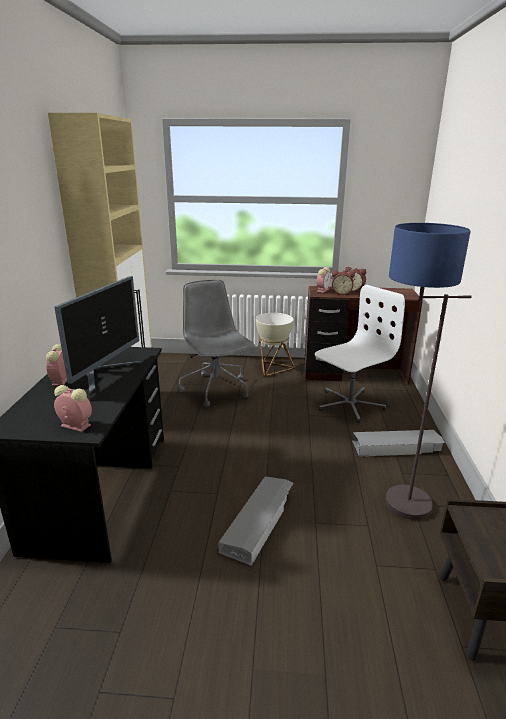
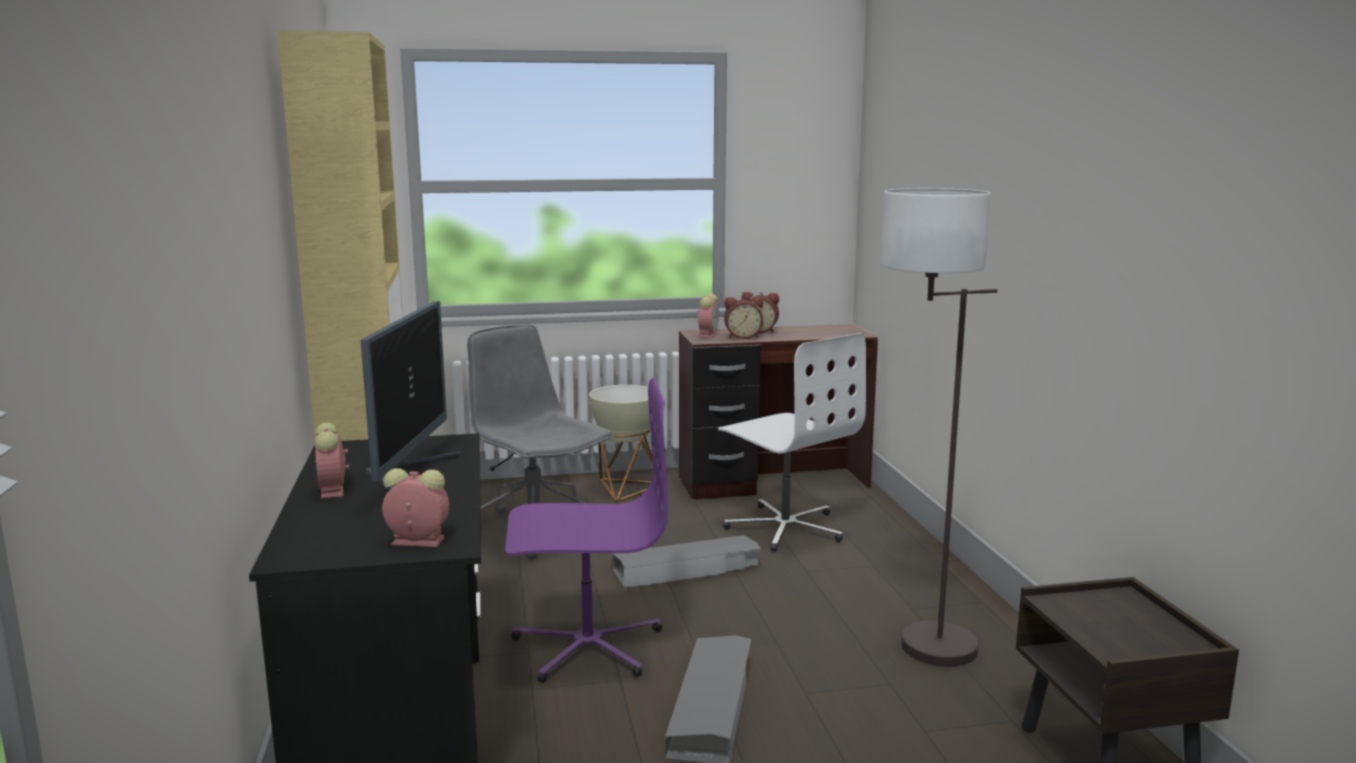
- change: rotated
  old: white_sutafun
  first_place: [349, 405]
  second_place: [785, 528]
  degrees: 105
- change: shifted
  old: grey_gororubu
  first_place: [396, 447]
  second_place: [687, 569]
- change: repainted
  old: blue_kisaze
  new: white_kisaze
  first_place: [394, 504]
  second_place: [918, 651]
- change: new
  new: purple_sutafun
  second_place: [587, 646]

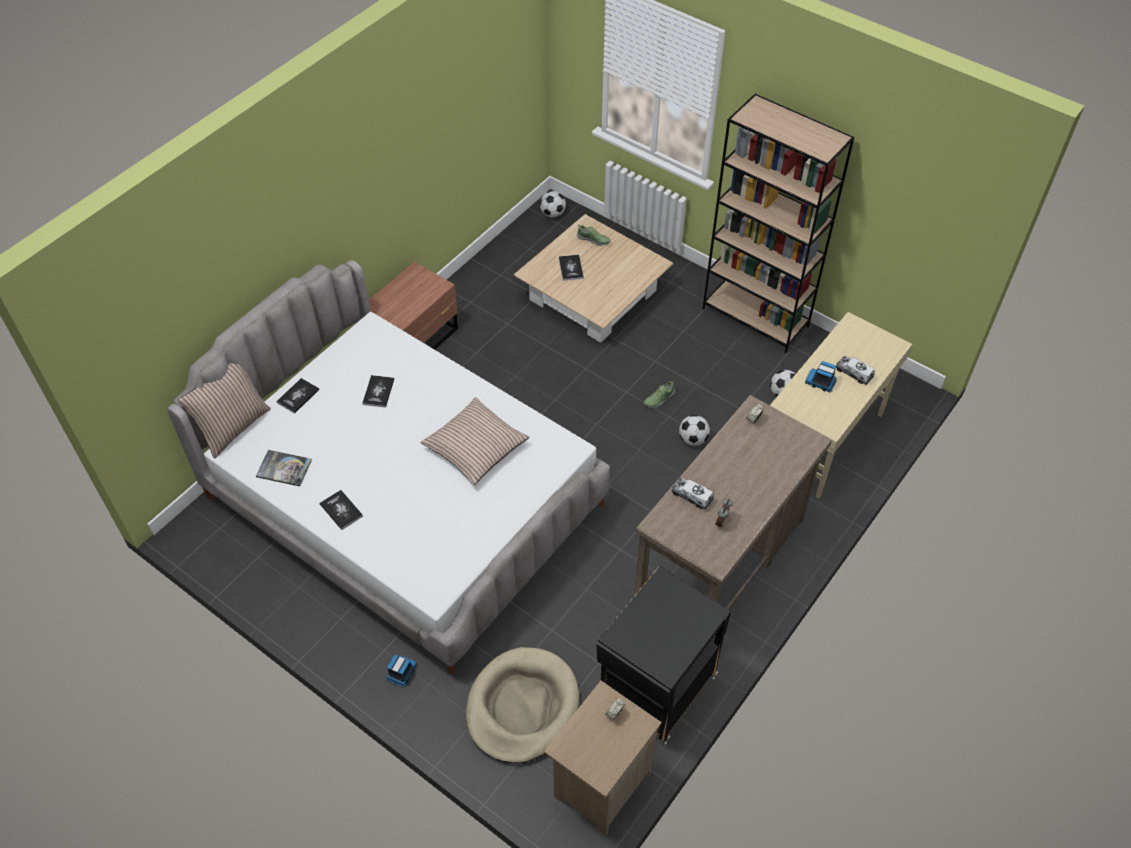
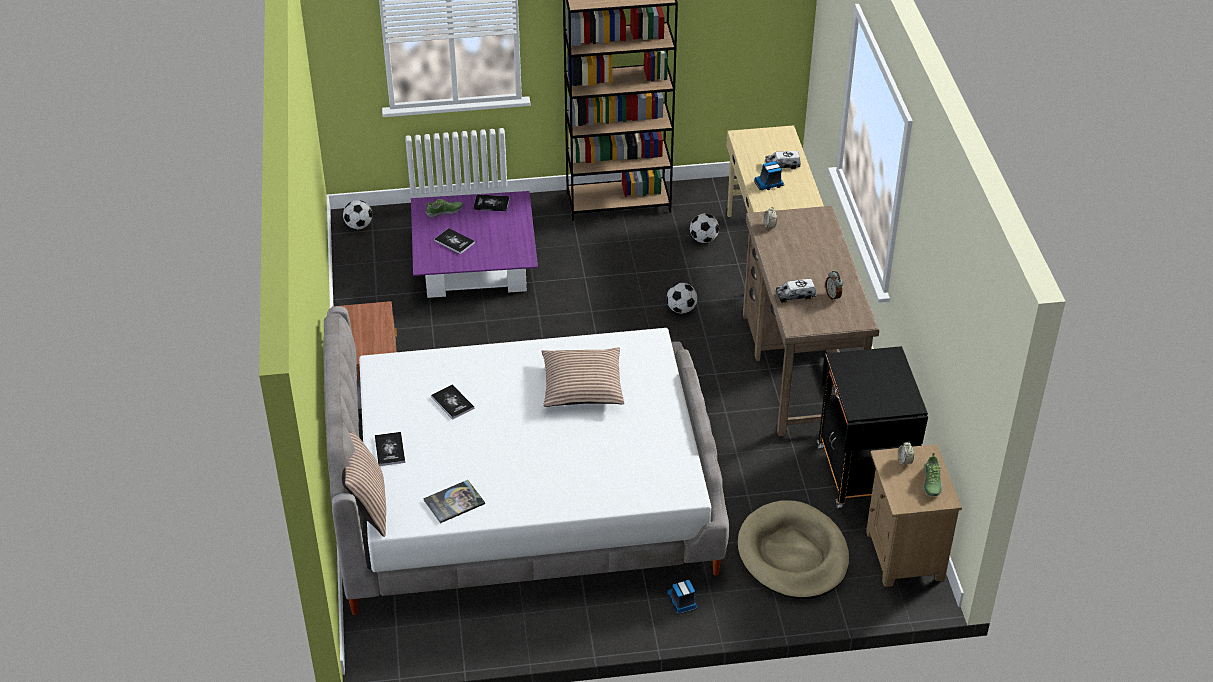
- change: shifted
  old: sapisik
  first_place: [341, 510]
  second_place: [491, 204]
- change: repainted
  old: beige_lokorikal
  new: purple_lokorikal
  first_place: [593, 295]
  second_place: [474, 263]
- change: shifted
  old: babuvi
  first_place: [659, 399]
  second_place: [931, 482]

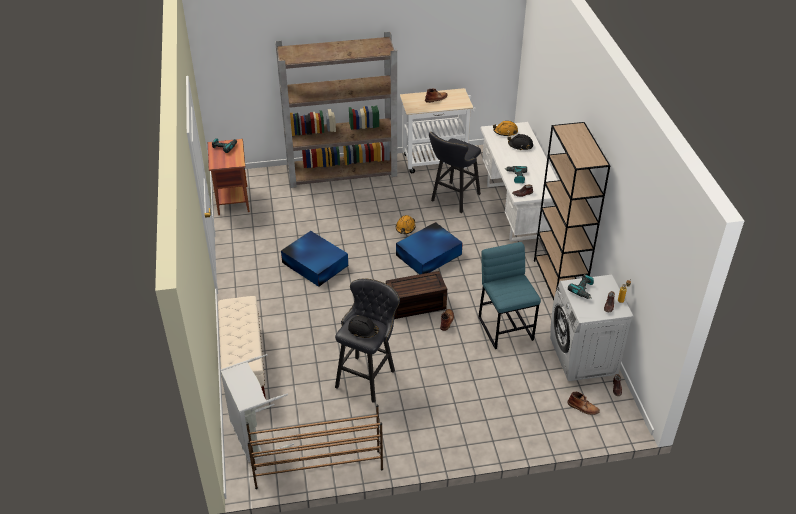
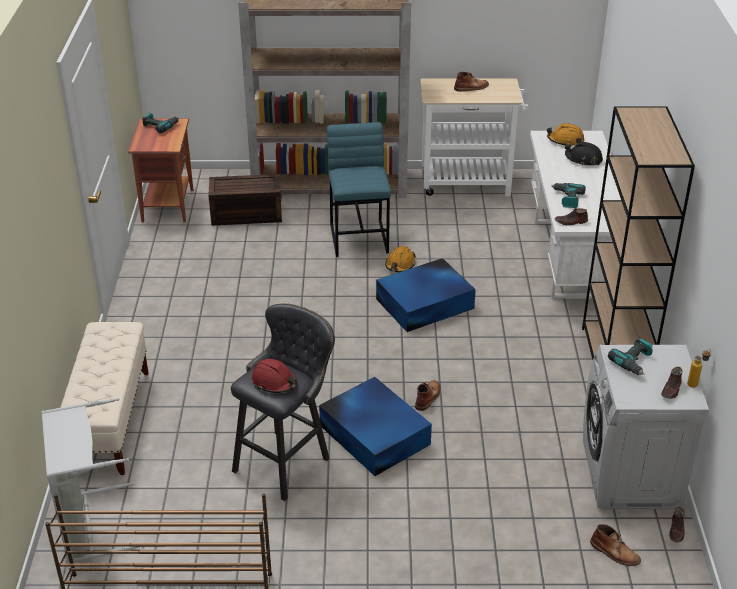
- change: shifted
  old: blue_gororubu
  first_place: [314, 263]
  second_place: [374, 433]
- change: repainted
  old: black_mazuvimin
  new: red_mazuvimin
  first_place: [363, 330]
  second_place: [274, 382]
- change: shifted
  old: brown_gororubu
  first_place: [415, 305]
  second_place: [245, 215]
- change: gone
  old: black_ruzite
  first_place: [452, 200]
- change: shifted
  old: blue_ruzite
  first_place: [505, 327]
  second_place: [358, 237]

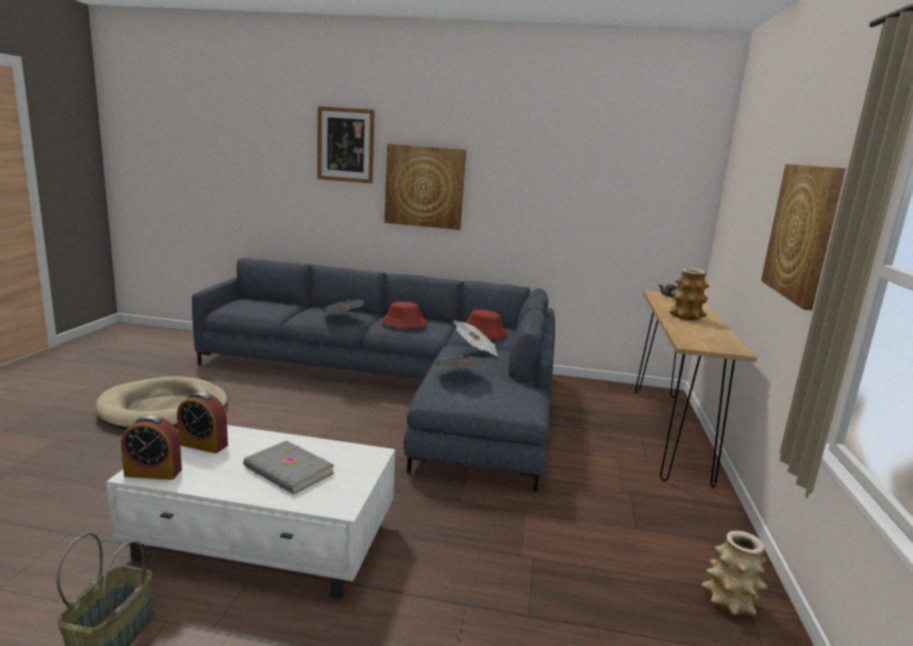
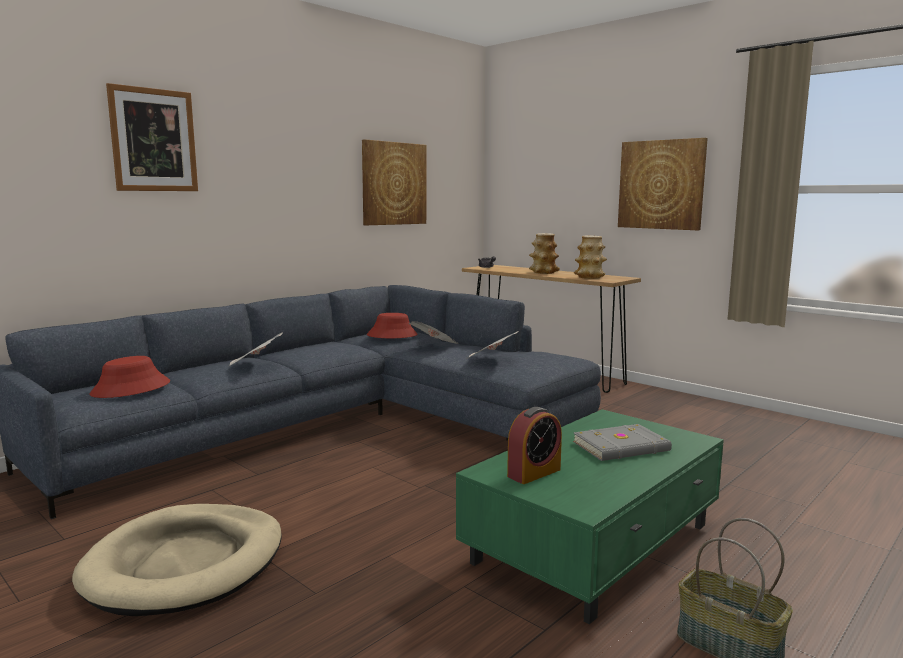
- change: repainted
  old: white_lokorikal
  new: green_lokorikal
  first_place: [265, 540]
  second_place: [596, 543]
- change: gone
  old: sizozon
  first_place: [153, 472]
- change: shifted
  old: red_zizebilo
  first_place: [404, 323]
  second_place: [131, 389]
- change: shifted
  old: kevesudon
  first_place: [424, 186]
  second_place: [394, 183]
- change: shifted
  old: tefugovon
  first_place: [729, 602]
  second_place: [589, 277]

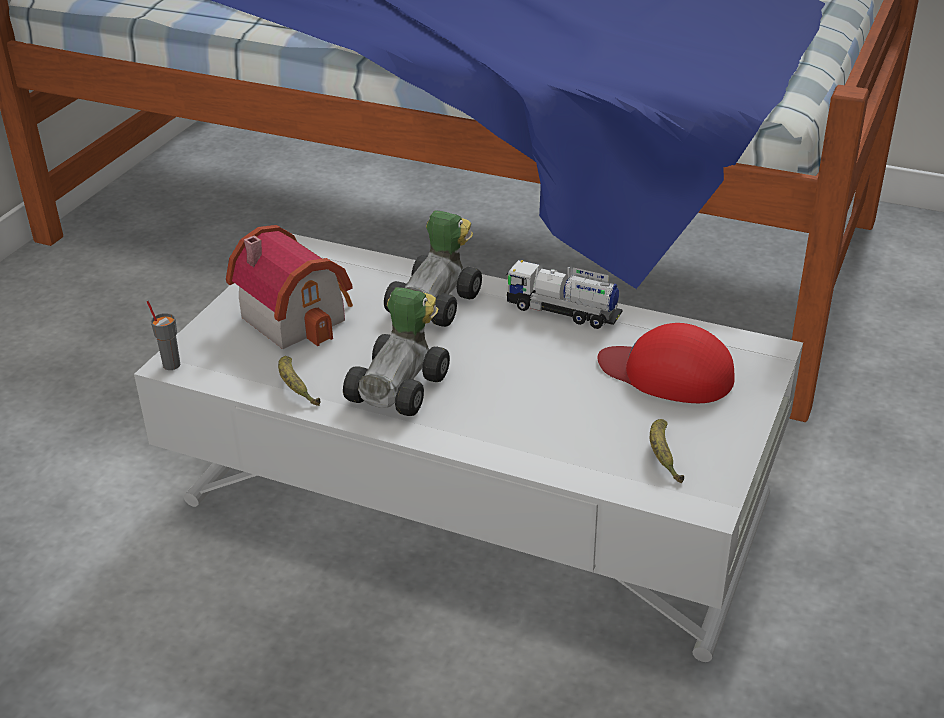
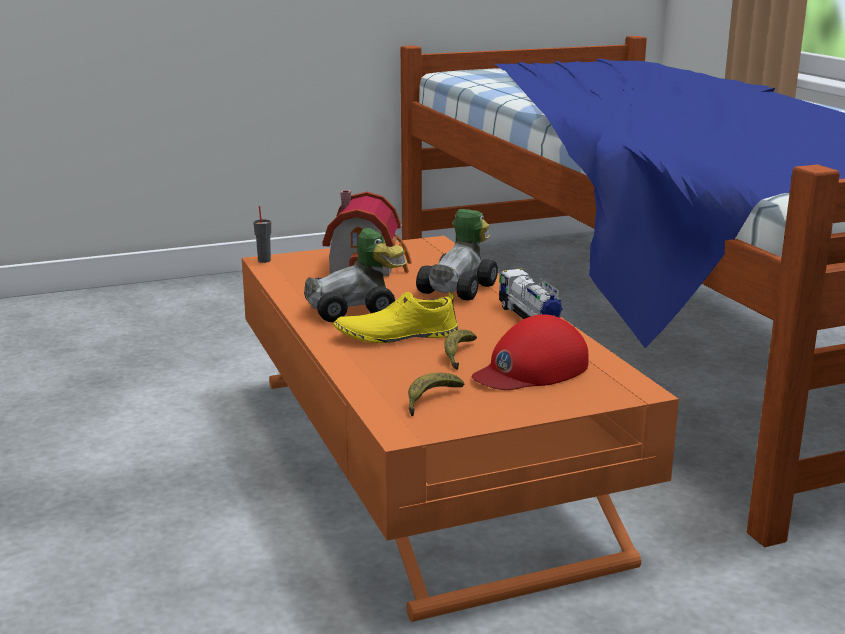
- change: repainted
  old: white_lokorikal
  new: orange_lokorikal
  first_place: [478, 503]
  second_place: [423, 464]
- change: shifted
  old: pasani
  first_place: [296, 388]
  second_place: [458, 355]
- change: rotated
  old: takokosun
  first_place: [439, 301]
  second_place: [461, 288]
  degrees: -45
- change: rotated
  old: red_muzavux
  first_place: [667, 373]
  second_place: [531, 370]
  degrees: -105
- change: new
  new: yellow_babuvi
  second_place: [396, 335]

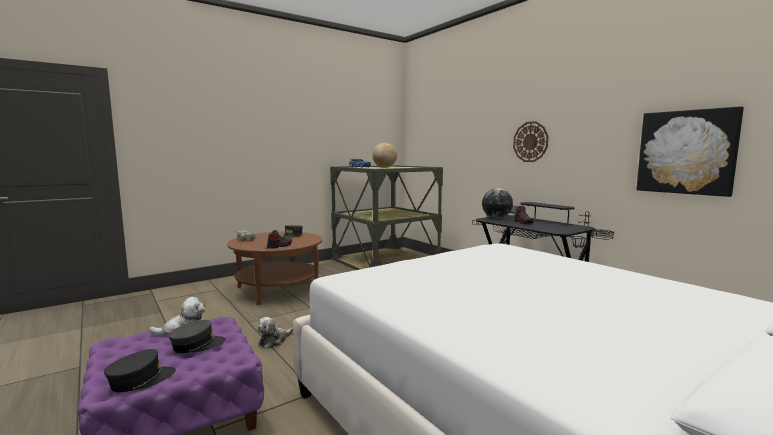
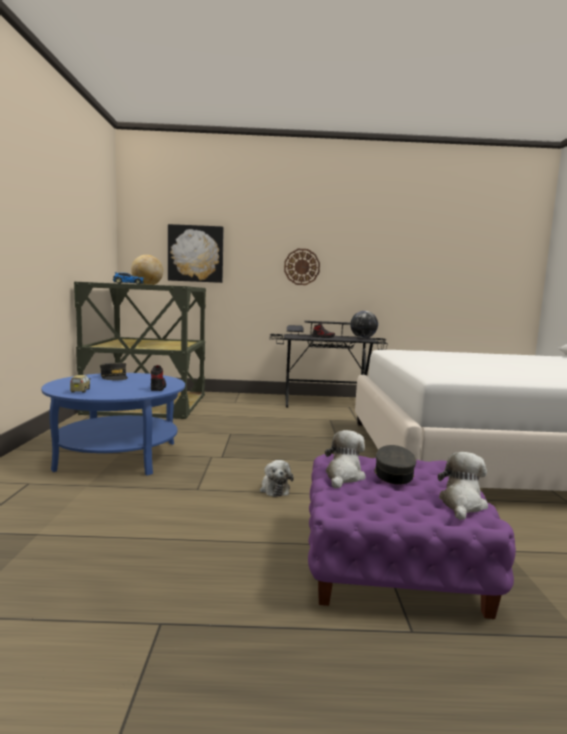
- change: swapped
  old: black_muzavux
  new: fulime
  first_place: [141, 380]
  second_place: [461, 504]
- change: repainted
  old: brown_lokorikal
  new: blue_lokorikal
  first_place: [278, 289]
  second_place: [117, 456]
- change: shifted
  old: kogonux
  first_place: [496, 218]
  second_place: [363, 338]
- change: shifted
  old: kevesudon
  first_place: [686, 152]
  second_place: [195, 254]

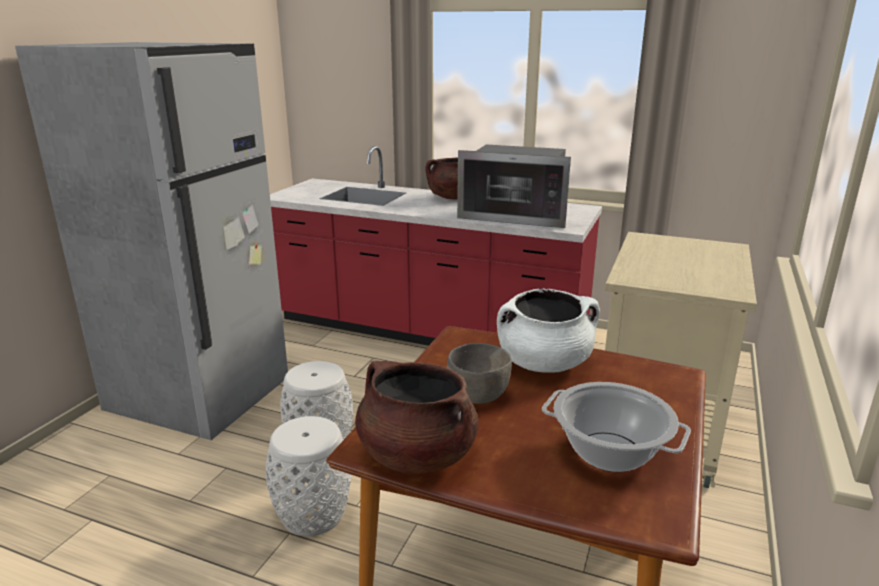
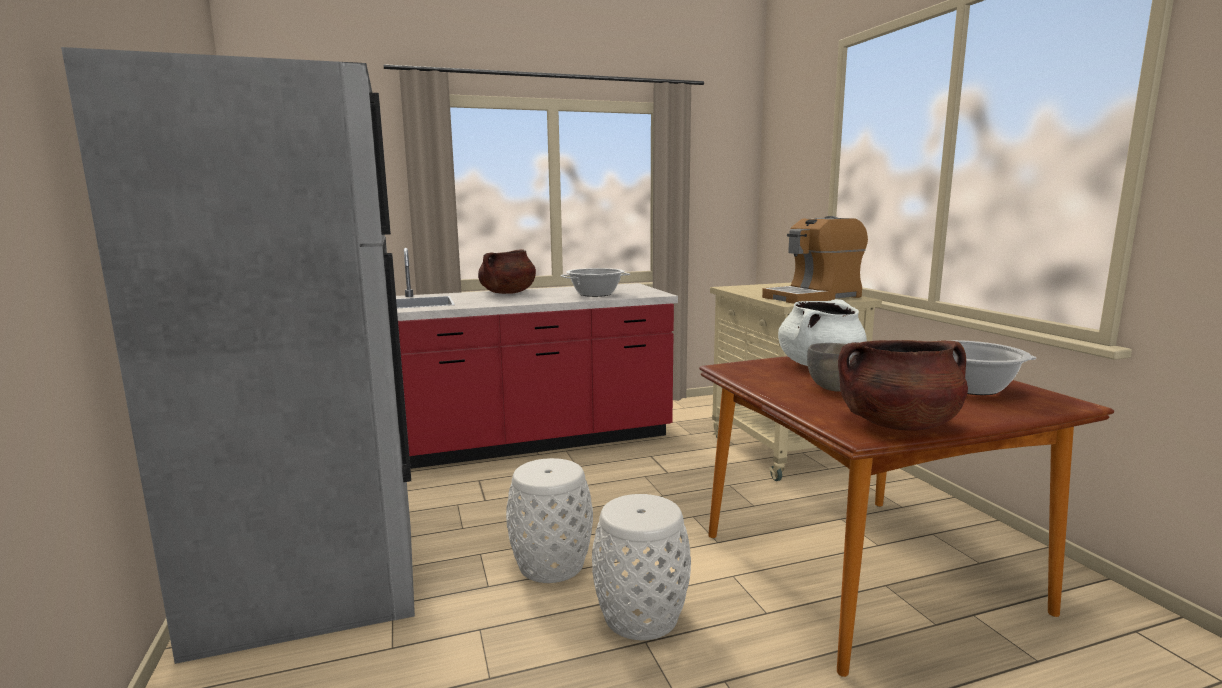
- change: swapped
  old: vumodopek
  new: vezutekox
  first_place: [516, 215]
  second_place: [595, 294]
- change: new
  new: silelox
  second_place: [813, 297]

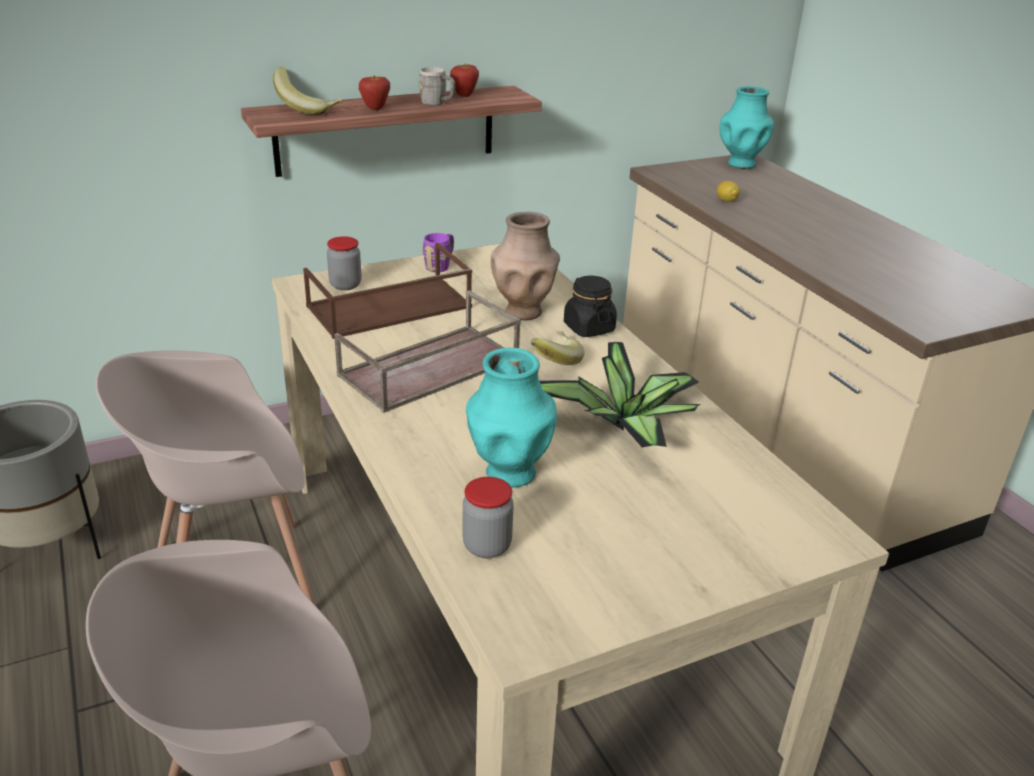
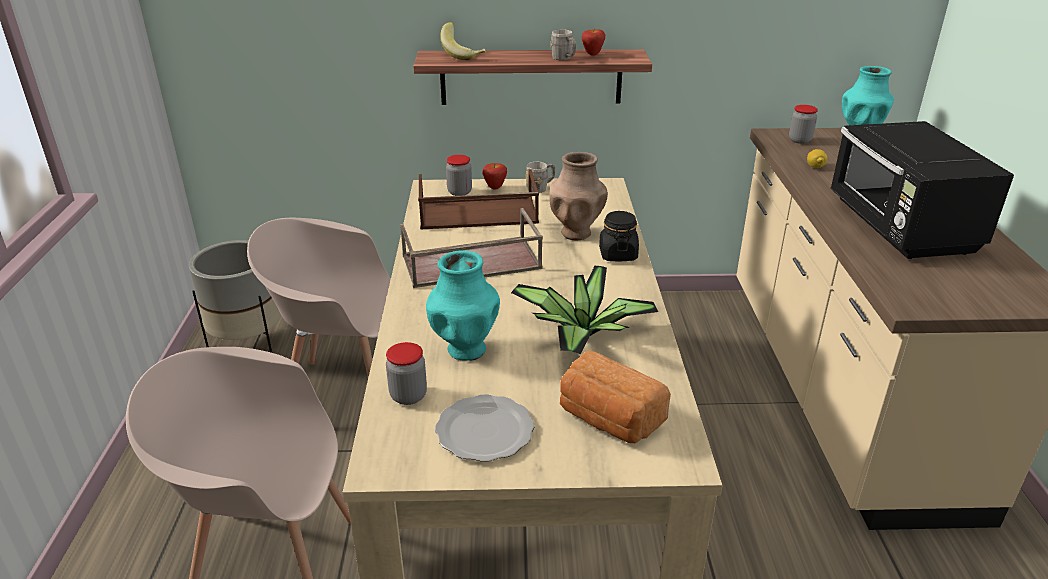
- change: shifted
  old: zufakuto
  first_place: [375, 109]
  second_place: [495, 187]
- change: repainted
  old: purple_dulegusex
  new: grey_dulegusex
  first_place: [440, 266]
  second_place: [540, 188]
- change: gone
  old: pasani
  first_place: [553, 361]
- change: new
  new: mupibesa
  second_place: [485, 432]
- change: new
  new: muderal
  second_place: [608, 419]
- change: new
  new: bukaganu
  second_place: [800, 140]
- change: new
  new: black_vumodopek
  second_place: [900, 228]

